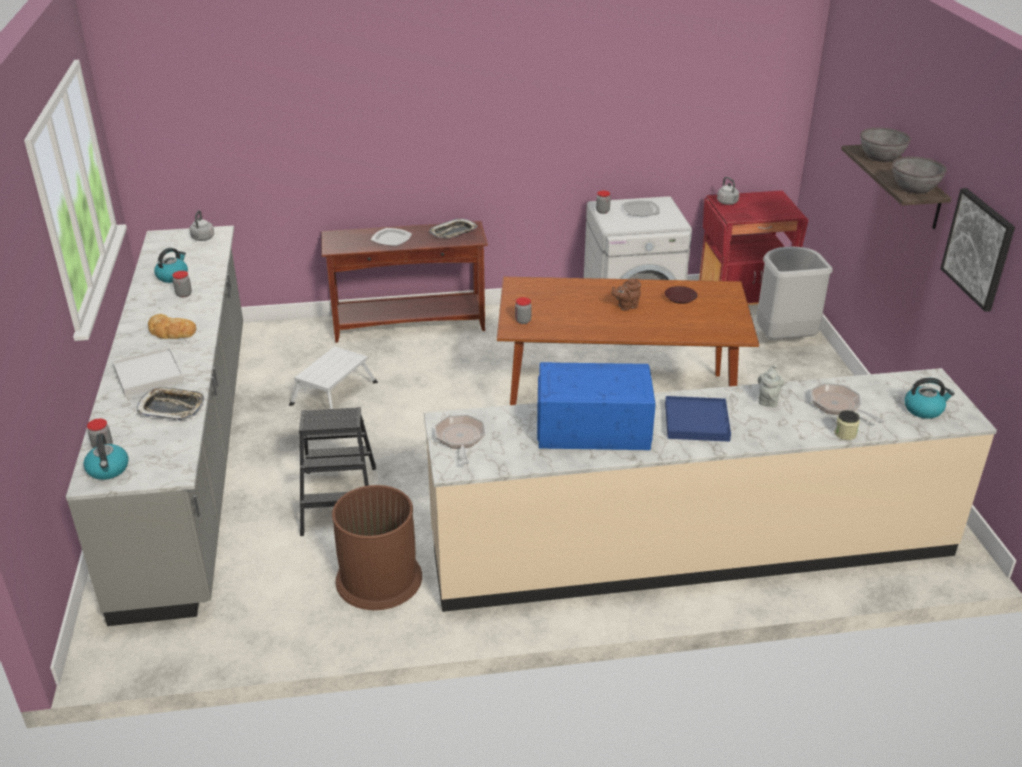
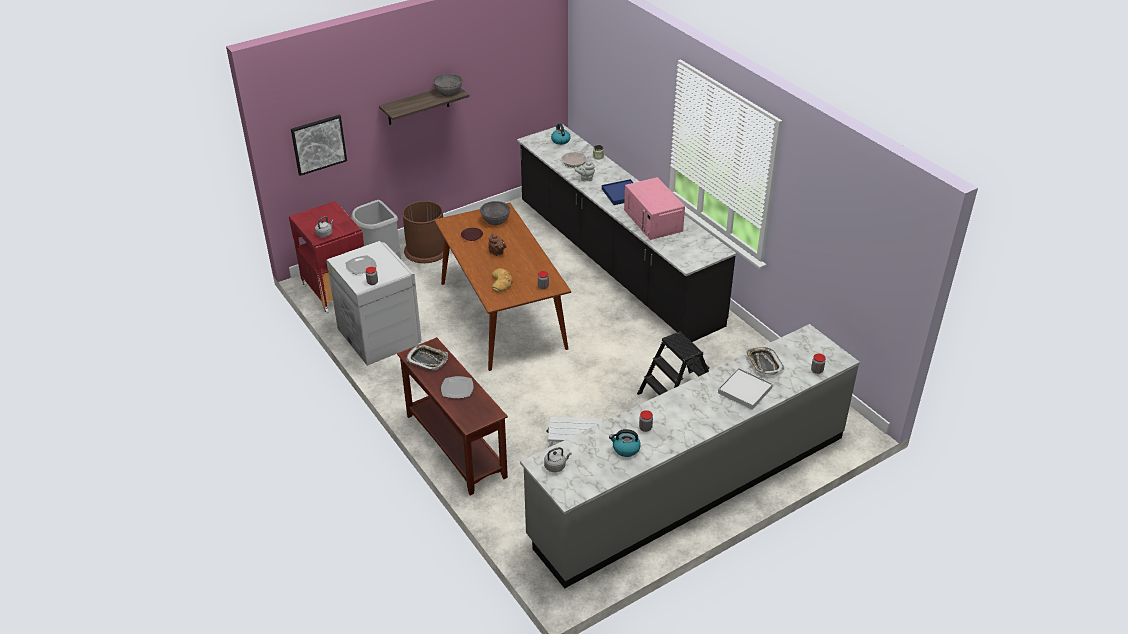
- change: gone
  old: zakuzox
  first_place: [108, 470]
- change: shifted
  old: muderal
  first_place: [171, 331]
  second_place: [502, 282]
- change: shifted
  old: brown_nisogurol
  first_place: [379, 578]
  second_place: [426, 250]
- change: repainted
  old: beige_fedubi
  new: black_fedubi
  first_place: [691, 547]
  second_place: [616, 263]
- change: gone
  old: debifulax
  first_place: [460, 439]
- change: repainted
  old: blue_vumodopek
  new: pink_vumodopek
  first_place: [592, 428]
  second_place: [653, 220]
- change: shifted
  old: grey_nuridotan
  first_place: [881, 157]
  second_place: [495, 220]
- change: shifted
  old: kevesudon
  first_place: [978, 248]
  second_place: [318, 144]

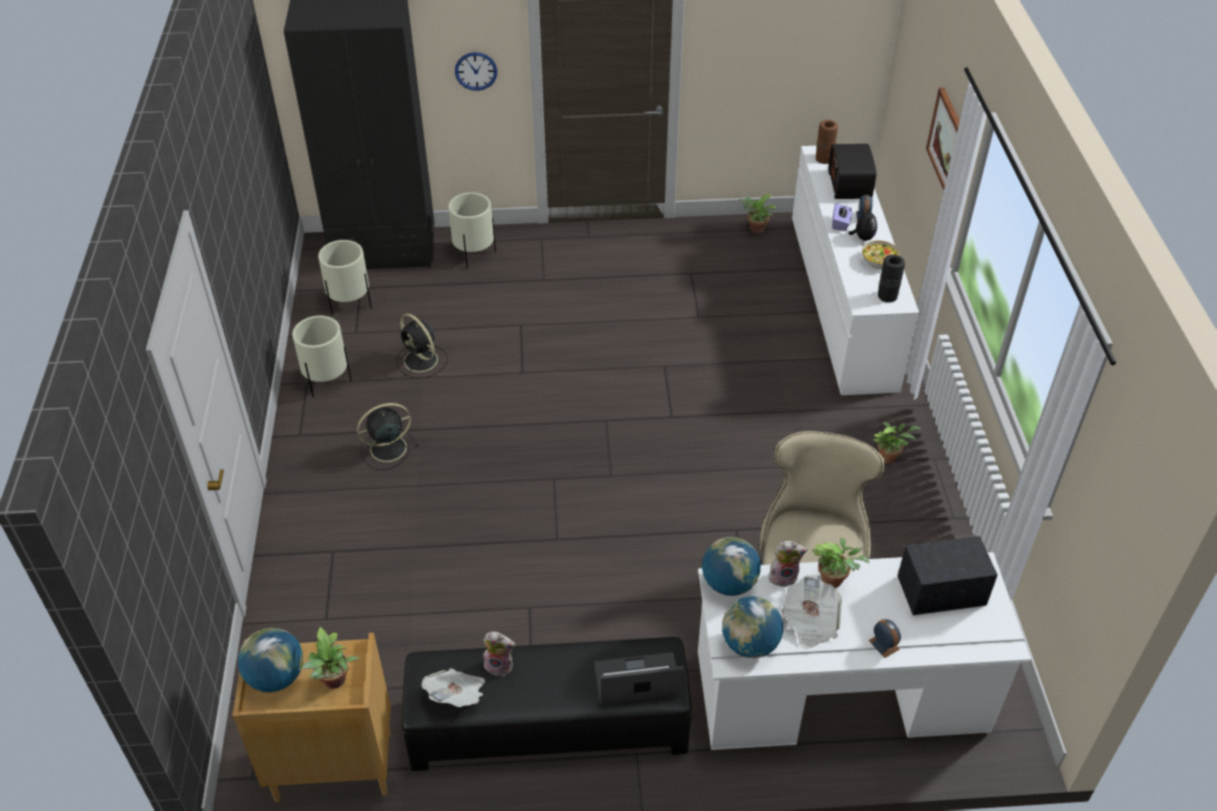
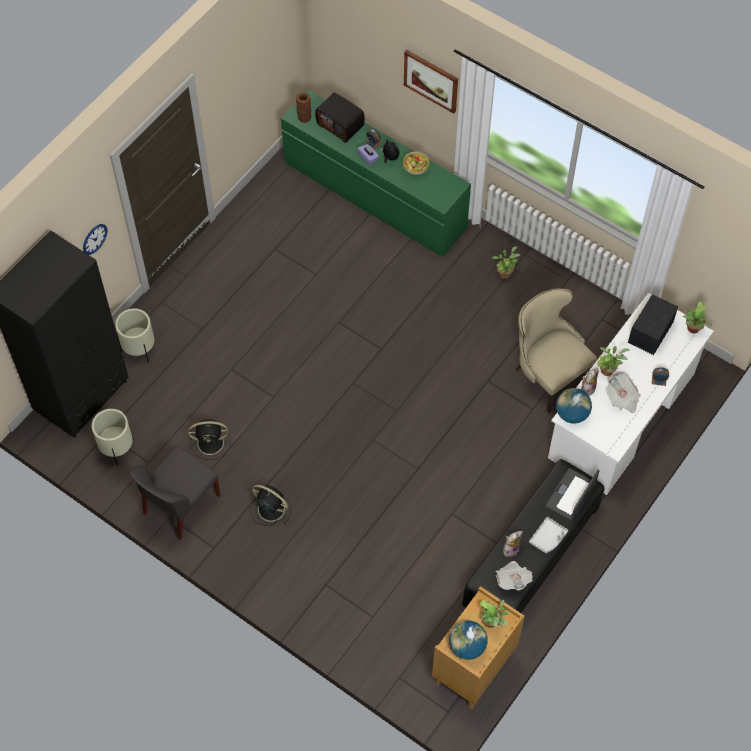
- change: swapped
  old: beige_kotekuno
  new: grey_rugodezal
  first_place: [327, 382]
  second_place: [180, 505]
- change: rotated
  old: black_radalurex
  first_place: [386, 449]
  second_place: [270, 508]
  degrees: 105
- change: gone
  old: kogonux
  first_place: [750, 644]
- change: shifted
  old: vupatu
  first_place: [755, 230]
  second_place: [692, 330]
- change: repainted
  old: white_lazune
  new: green_lazune
  first_place: [842, 302]
  second_place: [375, 195]
- change: gone
  old: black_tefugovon
  first_place: [887, 296]
- change: new
  new: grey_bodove
  second_place: [548, 538]

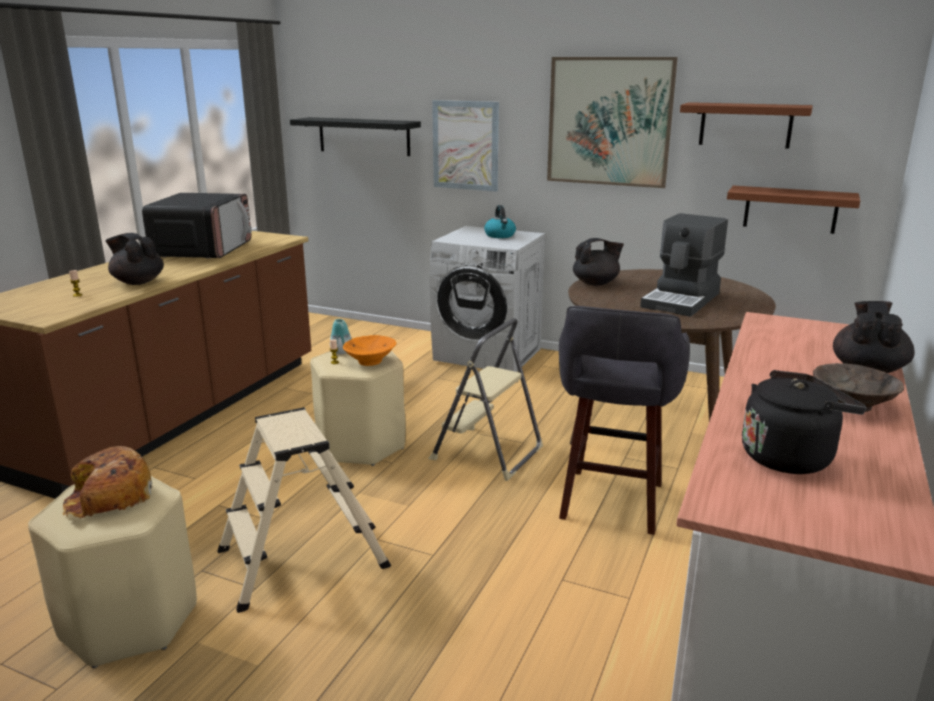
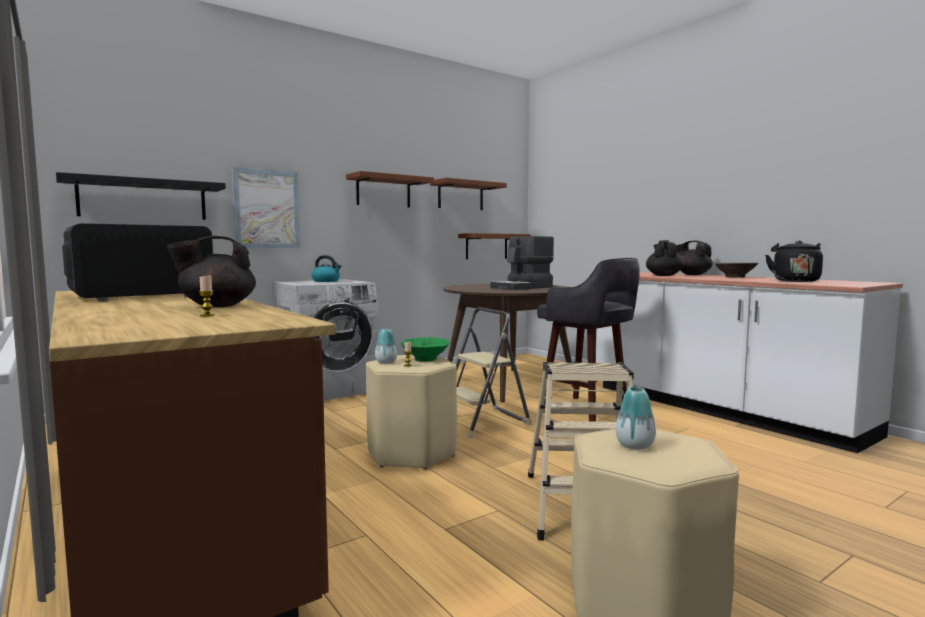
- change: swapped
  old: muderal
  new: tefugovon
  first_place: [108, 497]
  second_place: [634, 446]
- change: rotated
  old: vumodopek
  first_place: [203, 250]
  second_place: [140, 295]
  degrees: -75
- change: repainted
  old: orange_nuridotan
  new: green_nuridotan
  first_place: [370, 361]
  second_place: [425, 359]
- change: swapped
  old: kevesudon
  new: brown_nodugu
  first_place: [609, 122]
  second_place: [383, 191]
- change: shifted
  old: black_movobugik
  first_place: [596, 283]
  second_place: [664, 275]
- change: rotated
  old: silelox
  first_place: [682, 300]
  second_place: [523, 287]
  degrees: 75

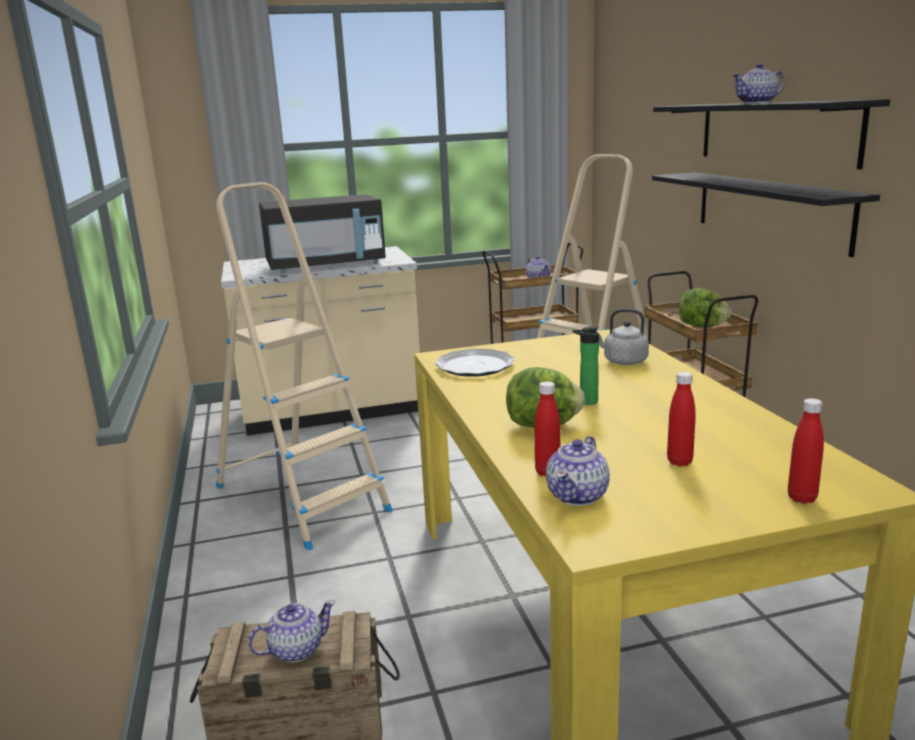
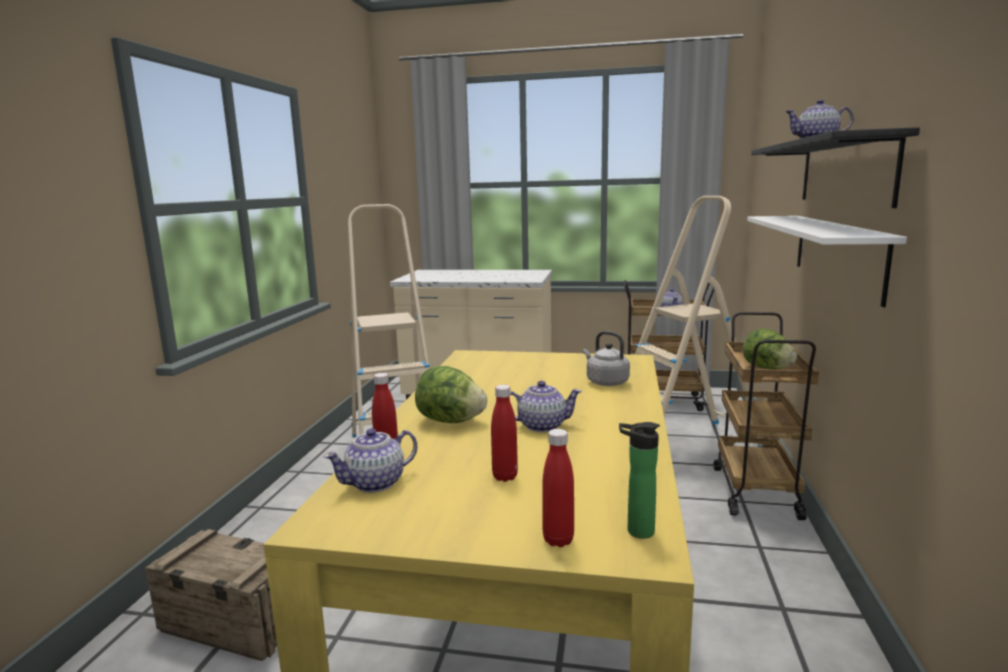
- change: shifted
  old: movobugik
  first_place: [295, 650]
  second_place: [541, 426]
- change: gone
  old: black_vumodopek
  first_place: [326, 265]
- change: gone
  old: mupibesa
  first_place: [475, 366]
- change: shifted
  old: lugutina
  first_place: [586, 402]
  second_place: [636, 531]
- change: repainted
  old: black_nodugu
  new: white_nodugu
  first_place: [769, 209]
  second_place: [836, 253]

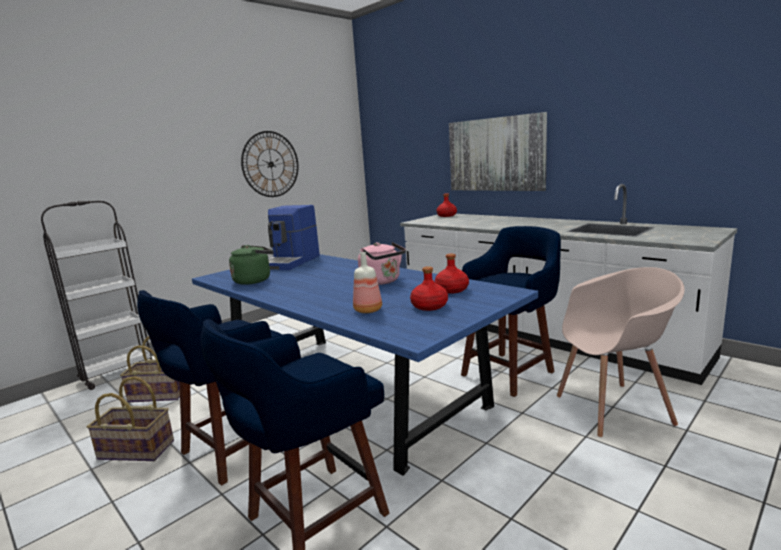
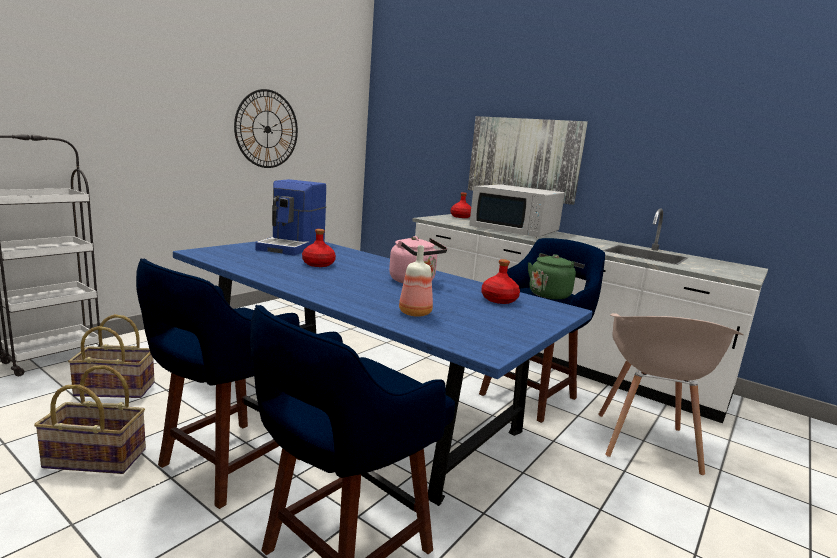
- change: shifted
  old: green_zakuzox
  first_place: [254, 280]
  second_place: [550, 294]
- change: shifted
  old: red_lugutina
  first_place: [429, 306]
  second_place: [318, 264]
- change: rotated
  old: beige_rugodezal
  first_place: [614, 409]
  second_place: [645, 443]
  degrees: 120
- change: new
  new: white_vumodopek
  second_place: [515, 229]

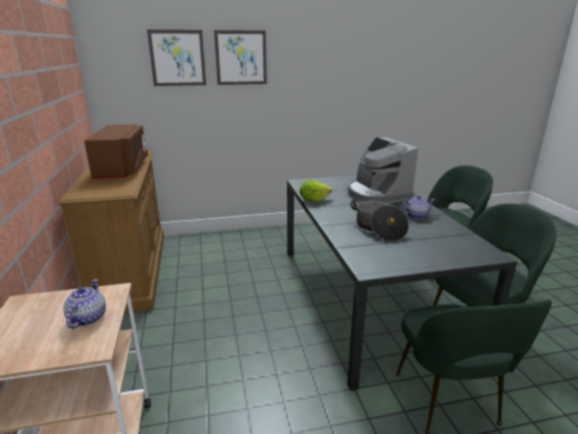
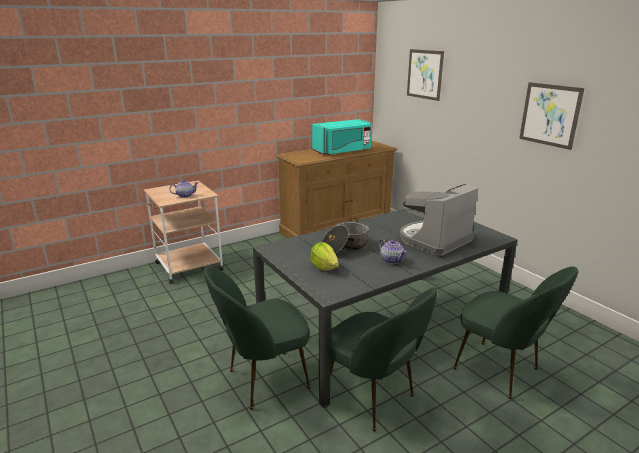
- change: repainted
  old: brown_vumodopek
  new: turquoise_vumodopek
  first_place: [122, 169]
  second_place: [343, 151]
- change: shifted
  old: kevesudon
  first_place: [241, 58]
  second_place: [550, 115]
- change: shifted
  old: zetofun
  first_place: [313, 200]
  second_place: [324, 267]

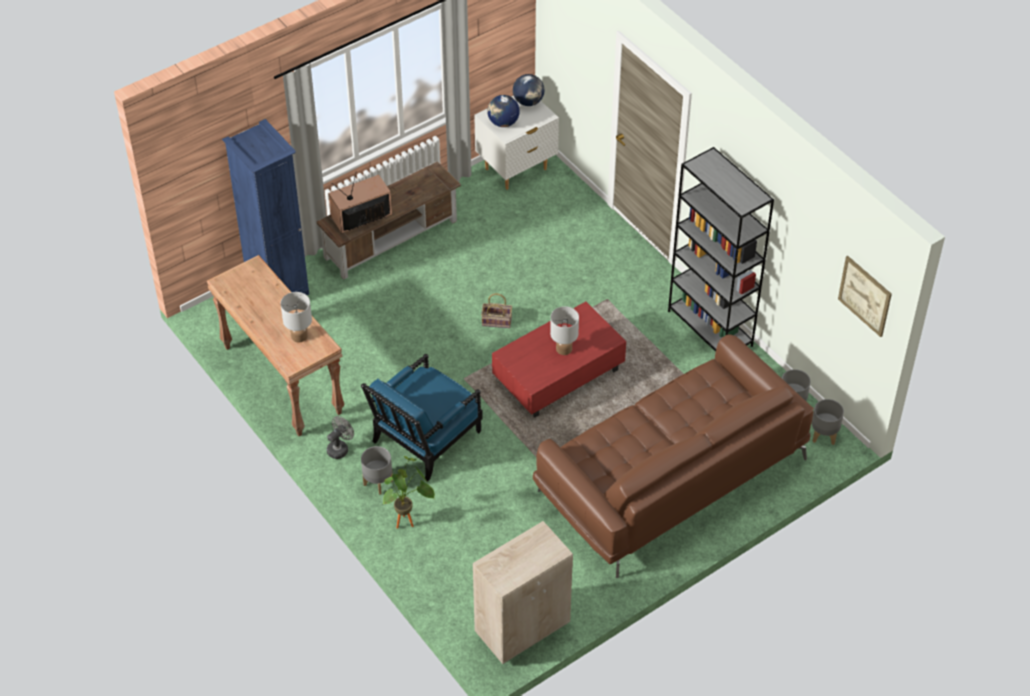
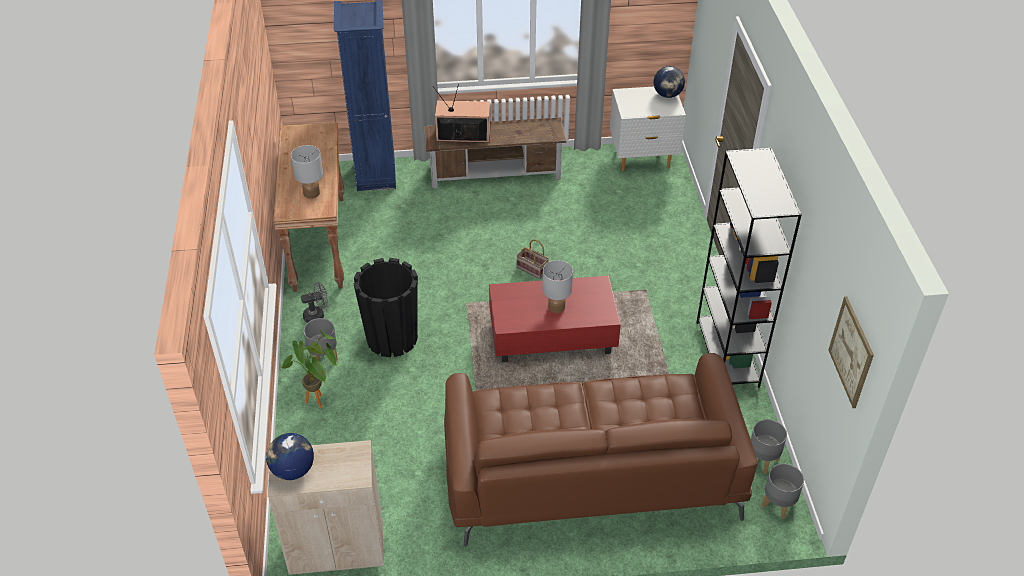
- change: swapped
  old: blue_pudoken
  new: black_kotekuno
  first_place: [424, 439]
  second_place: [392, 338]
- change: shifted
  old: kogonux
  first_place: [503, 123]
  second_place: [292, 470]

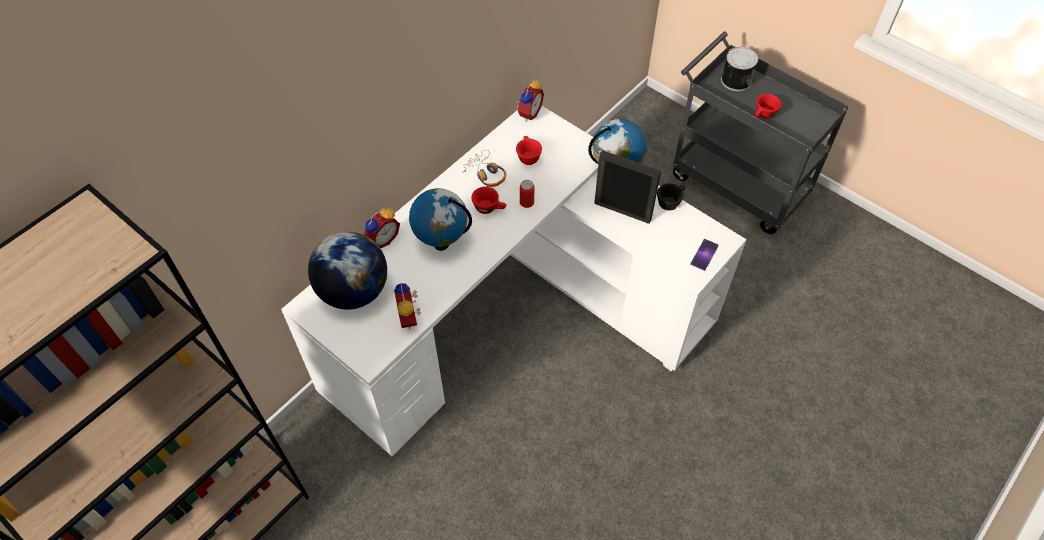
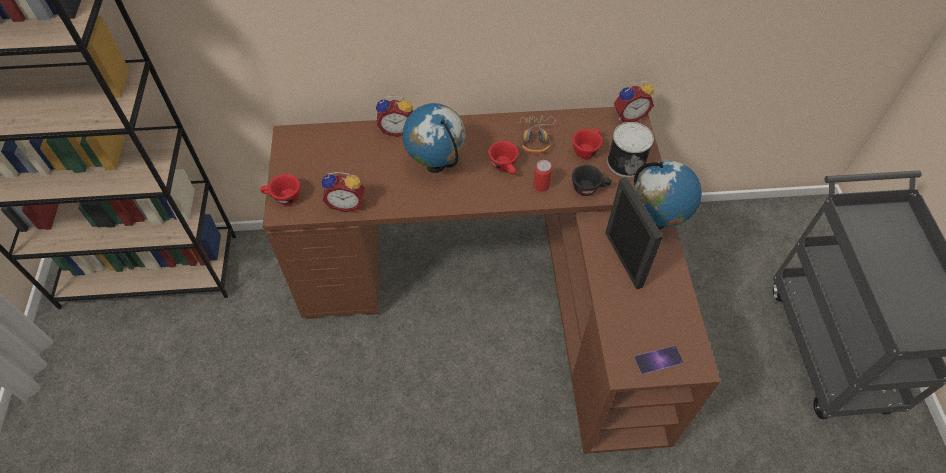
- change: repainted
  old: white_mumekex
  new: brown_mumekex
  first_place: [513, 315]
  second_place: [503, 291]
- change: gone
  old: kogonux
  first_place: [354, 291]
- change: rotated
  old: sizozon
  first_place: [410, 317]
  second_place: [347, 203]
  degrees: -120
- change: shifted
  old: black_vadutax
  first_place: [670, 201]
  second_place: [589, 188]
- change: shifted
  old: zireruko
  first_place: [735, 80]
  second_place: [626, 161]
- change: shifted
  old: red_vadutax
  first_place: [763, 115]
  second_place: [283, 198]

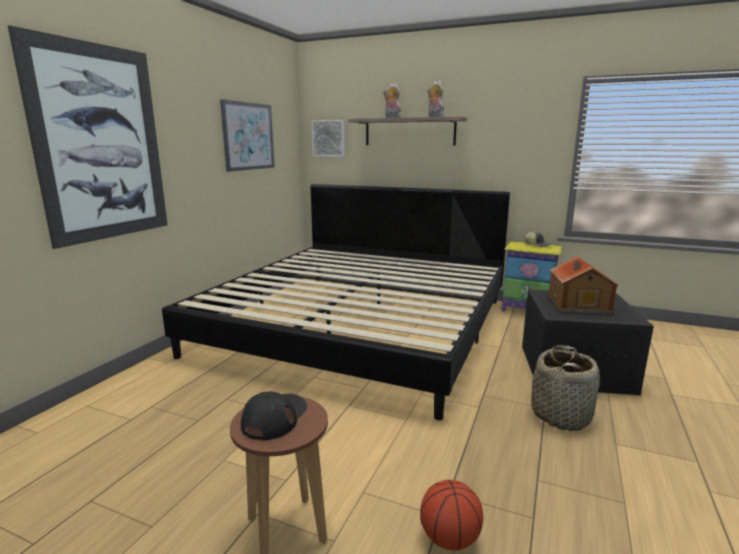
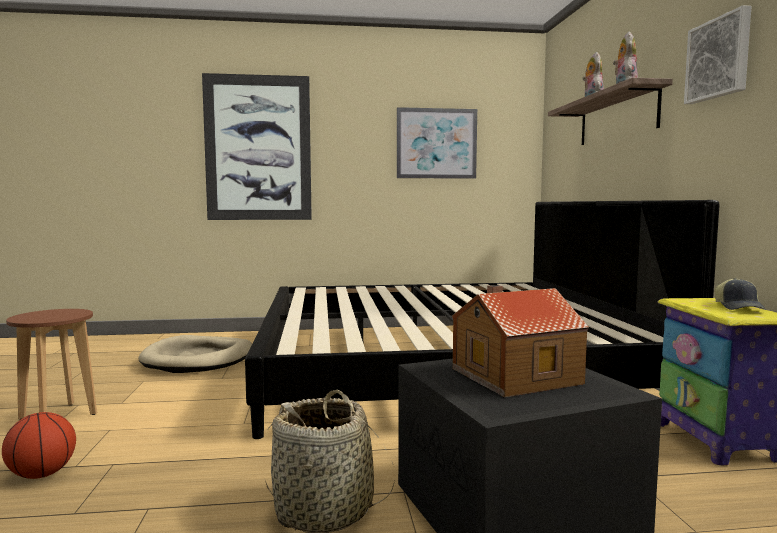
- change: gone
  old: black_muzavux
  first_place: [275, 417]
- change: shifted
  old: kevesudon
  first_place: [329, 138]
  second_place: [719, 58]
- change: new
  new: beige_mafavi
  second_place: [199, 359]

